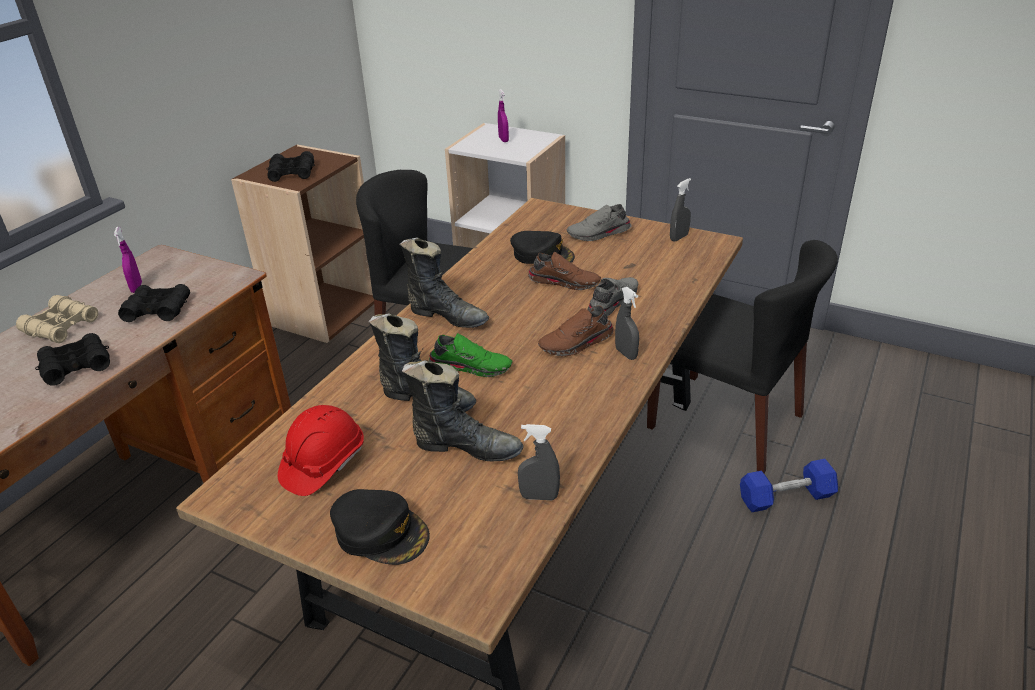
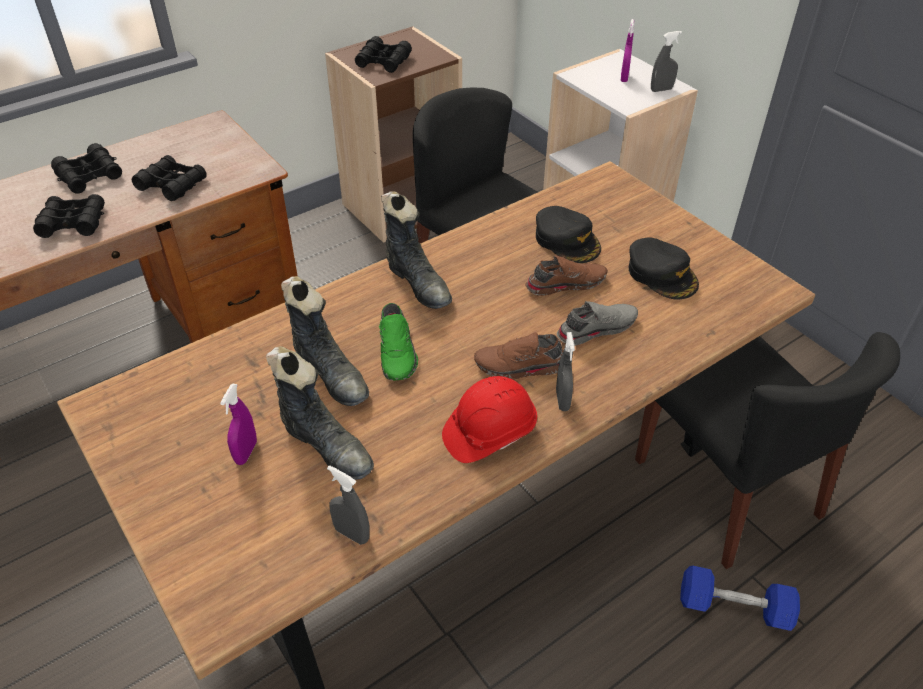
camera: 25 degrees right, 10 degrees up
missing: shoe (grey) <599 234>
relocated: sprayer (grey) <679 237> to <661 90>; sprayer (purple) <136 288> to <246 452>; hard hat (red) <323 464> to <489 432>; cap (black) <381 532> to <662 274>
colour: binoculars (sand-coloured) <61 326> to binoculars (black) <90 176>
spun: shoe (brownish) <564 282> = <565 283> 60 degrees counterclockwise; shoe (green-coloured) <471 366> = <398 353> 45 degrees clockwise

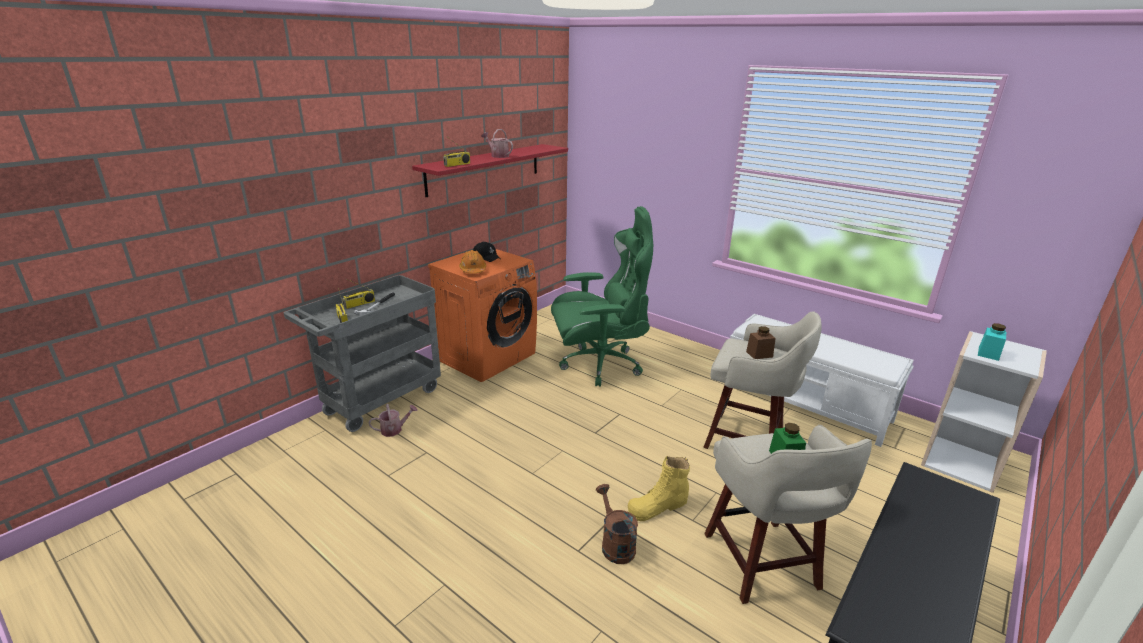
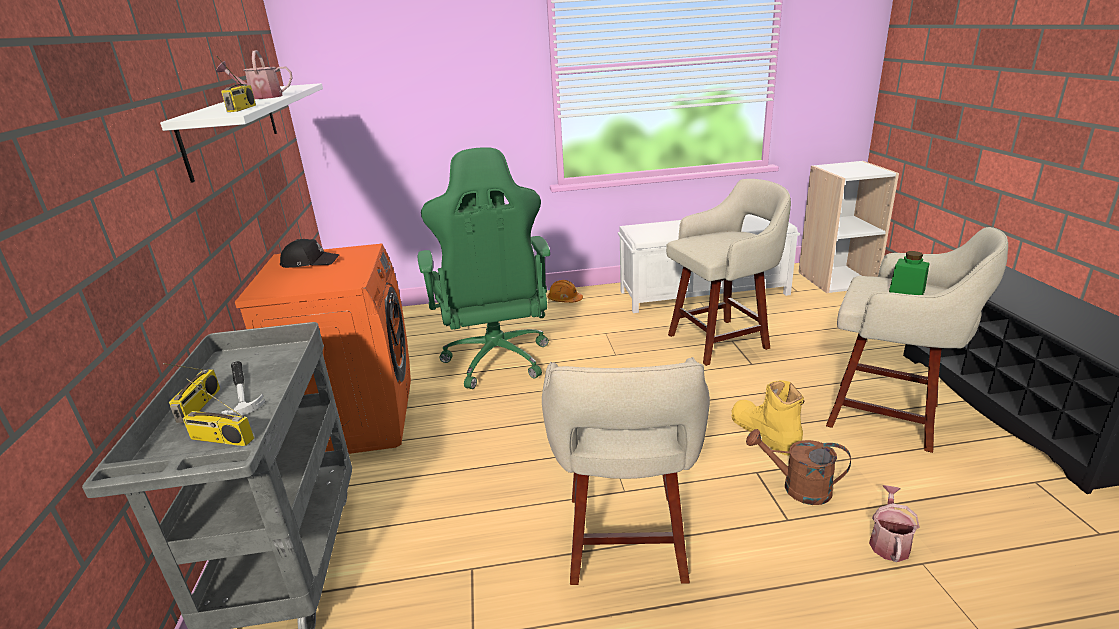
camera: 45 degrees left, 0 degrees up
missing: jar (blue-green) <988 353>; jar (brownish) <759 354>
appeared: stool seat (sand-coloured) <625 543>
relocated: hard hat (orangey) <473 270> to <564 300>; watering can <394 429> to <888 542>
colour: shelf (red) <485 169> to shelf (whitish) <233 127>
spun: computer chair (green-coloured) <596 366> = <495 357> 135 degrees clockwise; tall boot (yellow) <658 506> = <764 432> 135 degrees clockwise

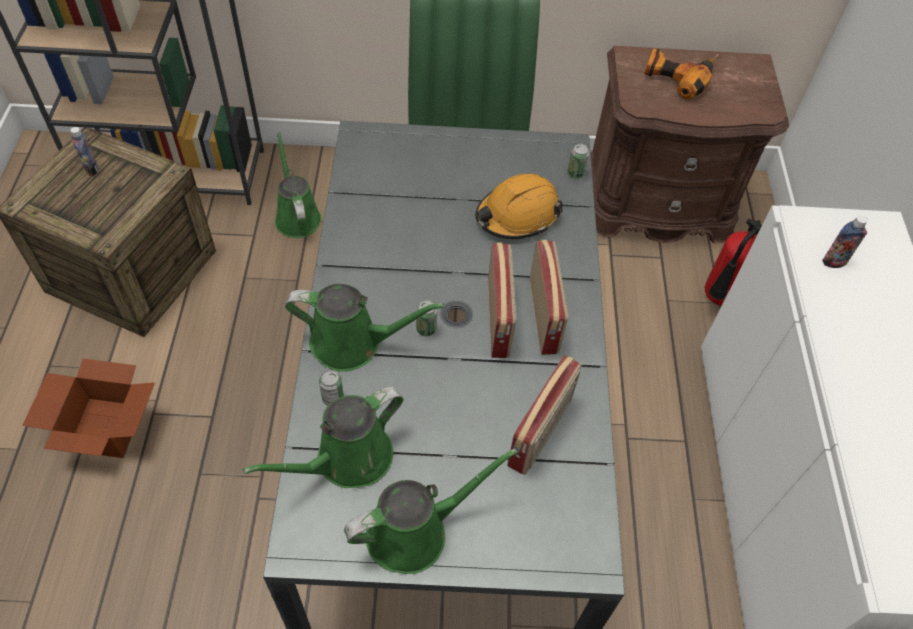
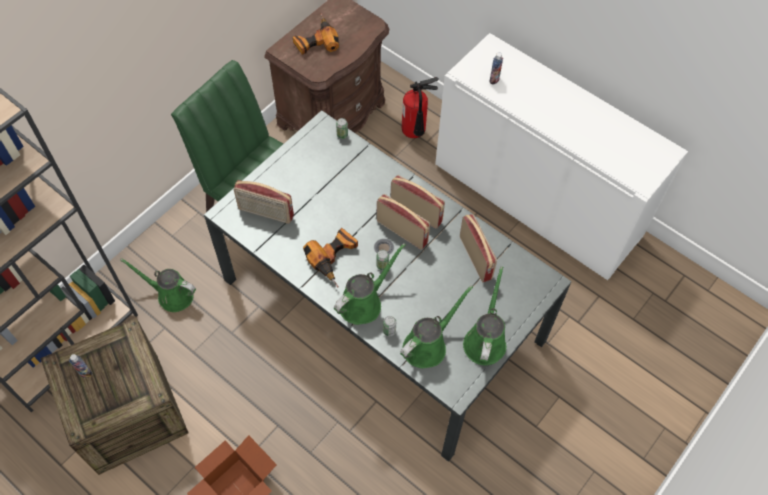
camera: 50 degrees left, 5 degrees up
missing: hard hat (orangey) <517 215>
appeared: radio set <265 213>; power drill <335 258>
spun: watering can (green-coloured) <347 459> = <428 345> 135 degrees counterclockwise

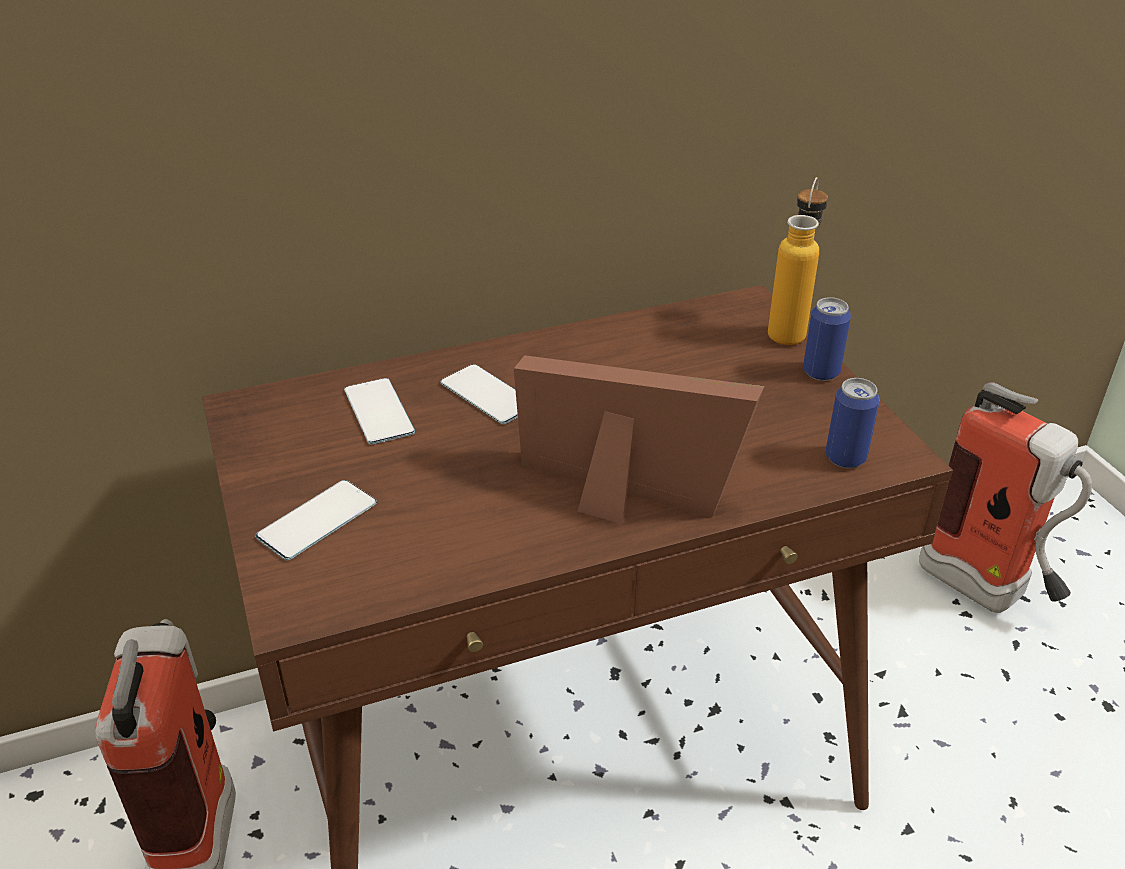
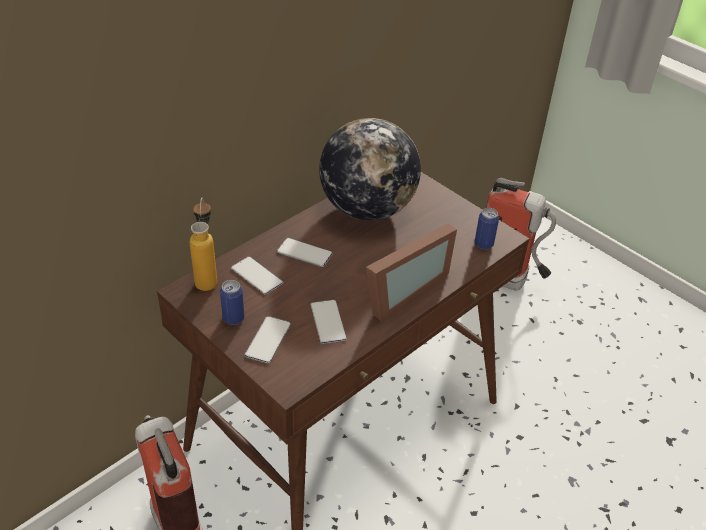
camera: 25 degrees left, 5 degrees up
appeared: world globe <367 209>; handset <328 322>
relocated: drink bottle <790 328> to <207 277>; metal can <821 372> to <233 318>
spun: standing frame <621 499> = <400 290> 135 degrees clockwise

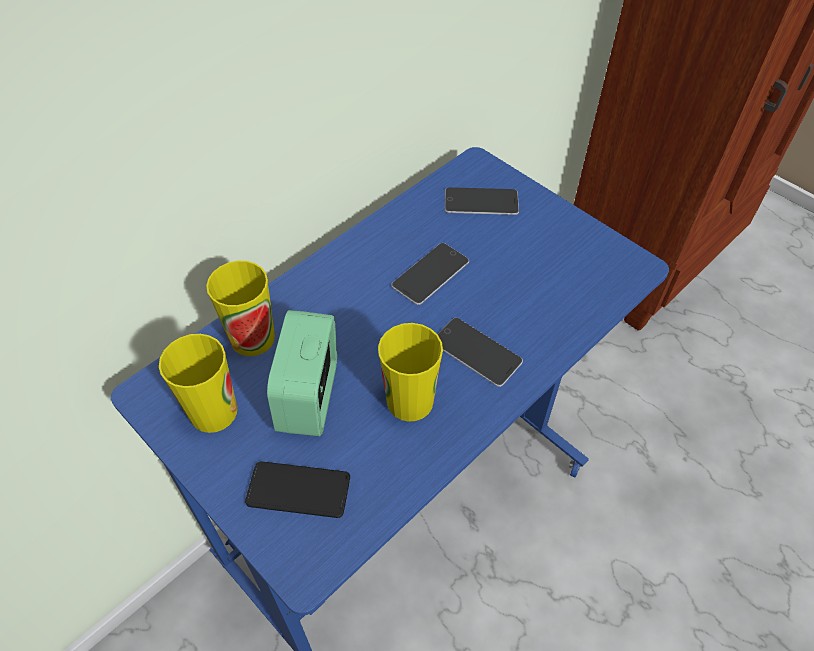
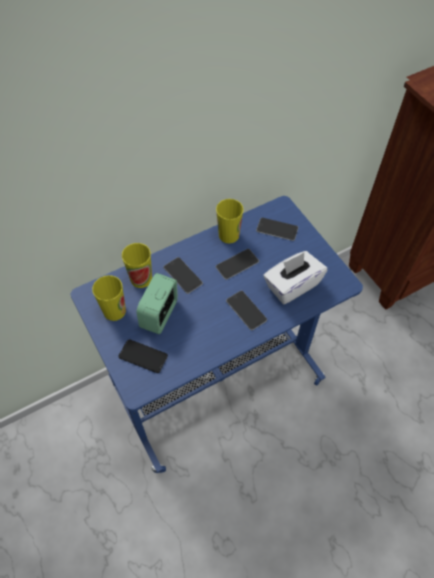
camera: 15 degrees right, 5 degrees up
appeared: box of tissues (whitish) <292 285>; handset <182 275>
relocated: small cup <410 401> to <229 235>

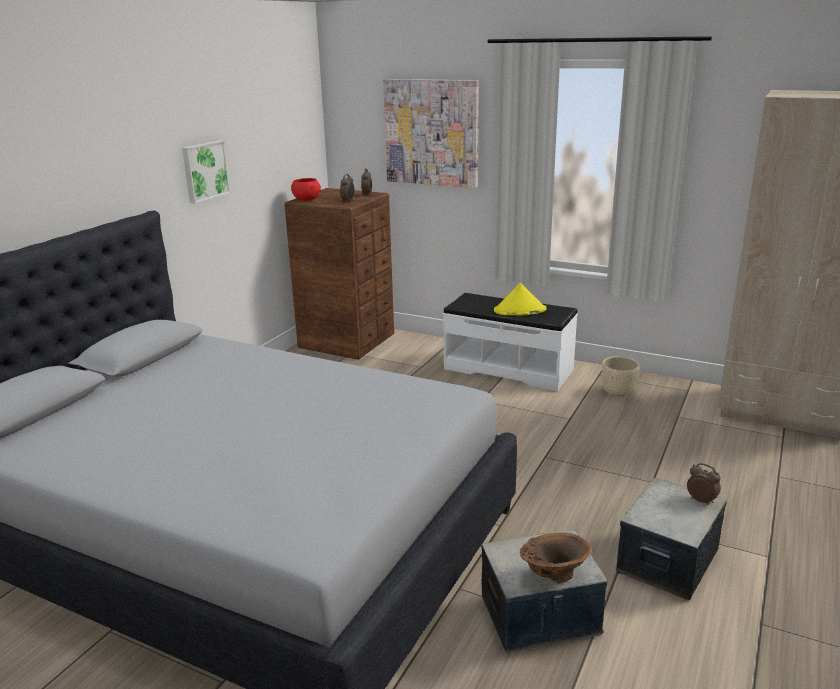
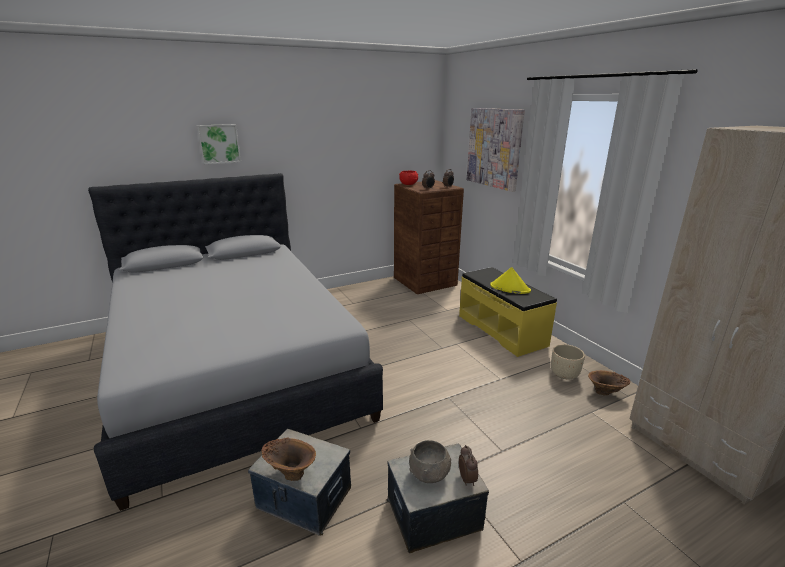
camera: 35 degrees right, 0 degrees up
appeared: vase (brownish) <605 393>; bowl (grey) <429 473>
relocated: picture <204 171> to <219 144>
colour: bench (whitish) <508 369> to bench (yellow) <502 330>

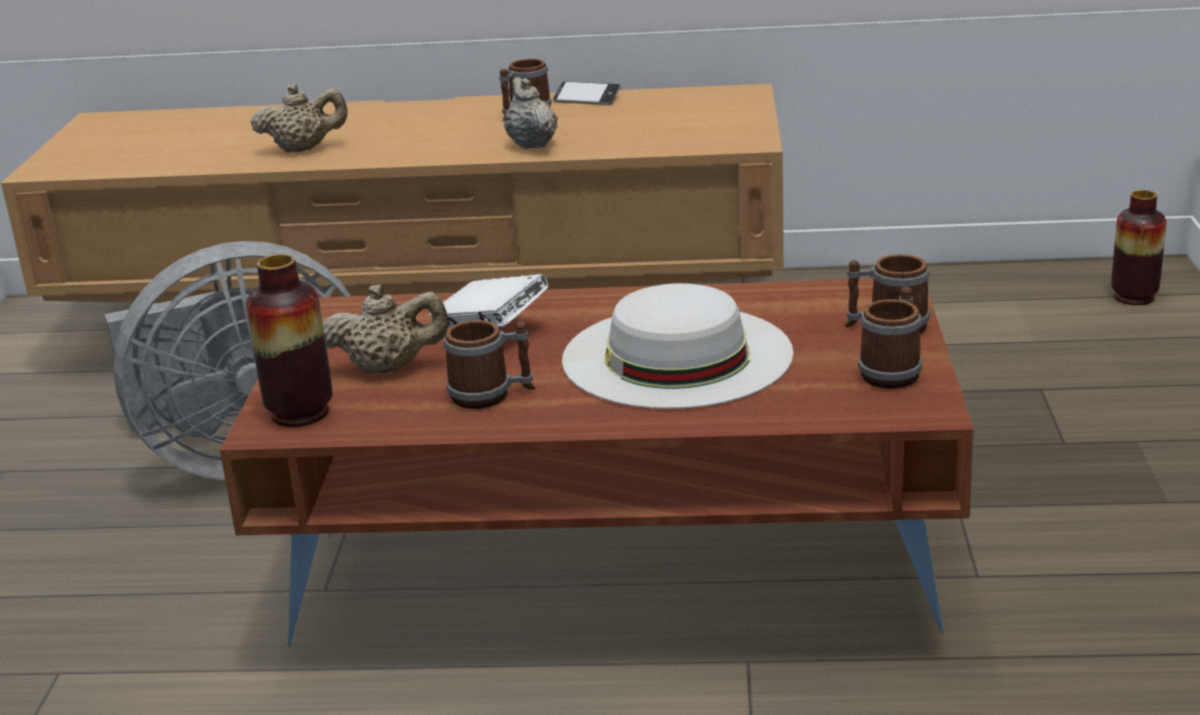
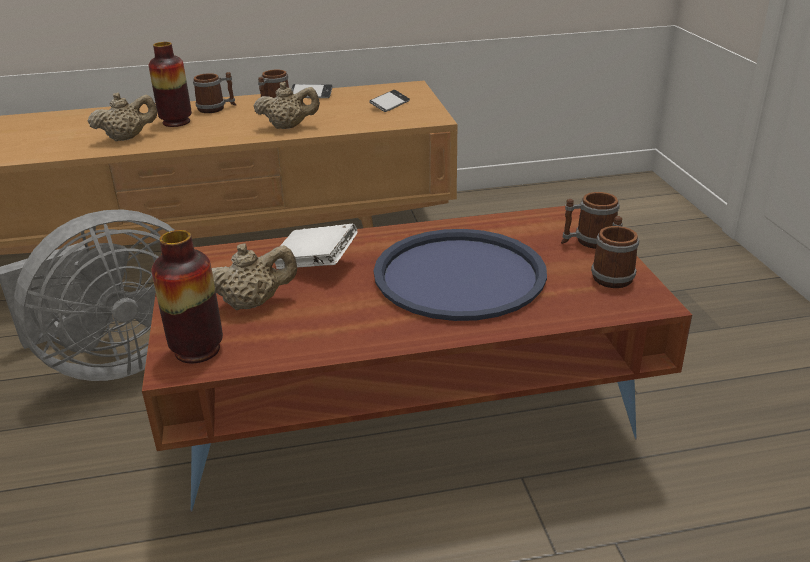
camera: 15 degrees left, 5 degrees up
appeared: handset <389 105>
relocated: vase <1134 297> to <176 122>; coffee mug <491 395> to <216 108>
exchanged: wearable hat (whitish) <677 356> to carrying tray (blue-coloured) <459 275>
spun: tea pot (sand-coloured) <531 144> = <289 127> 120 degrees clockwise

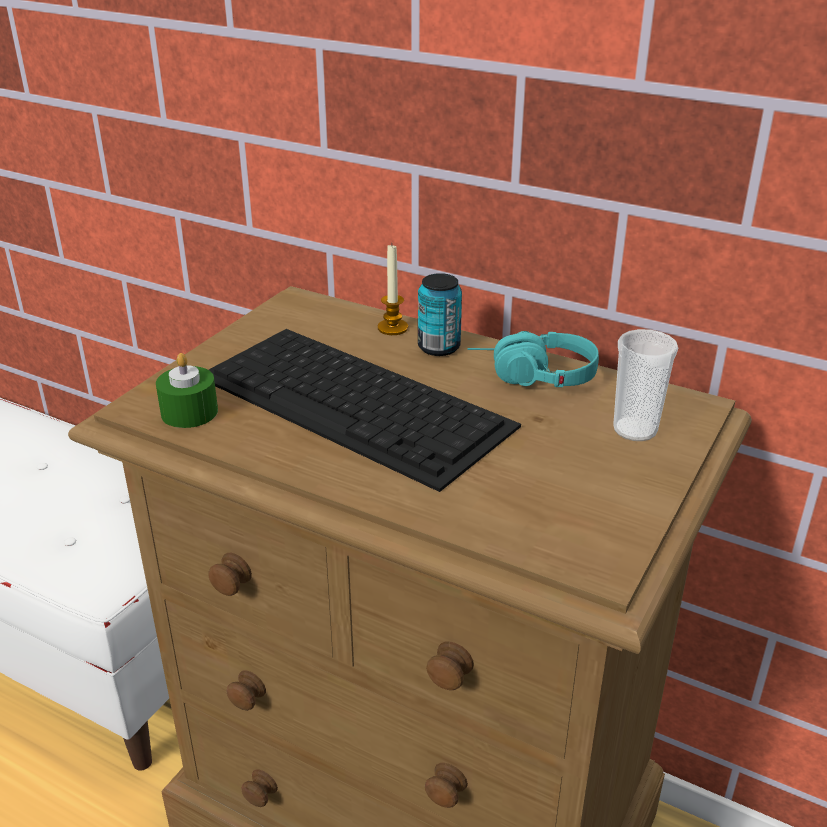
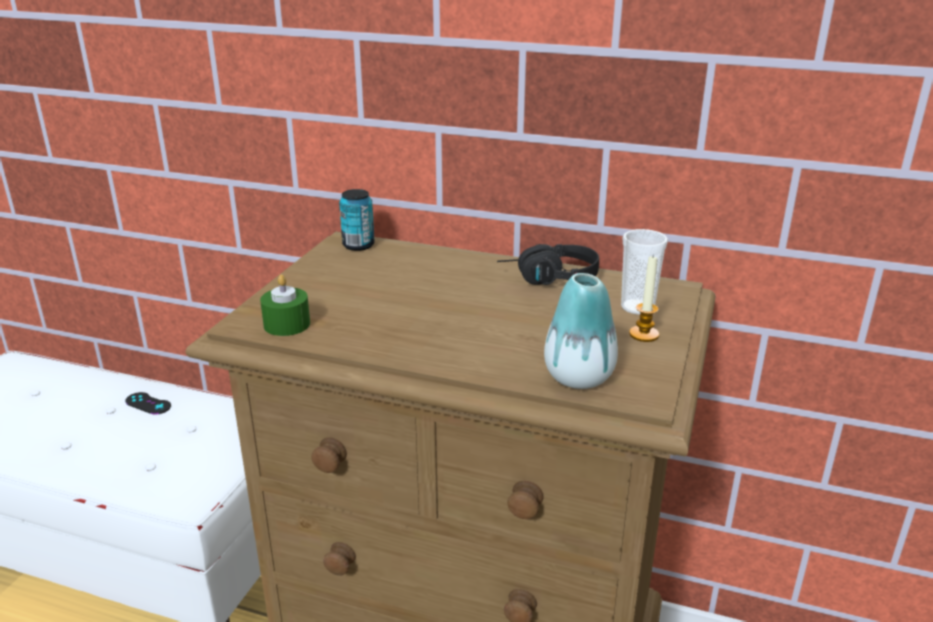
camera: 10 degrees left, 5 degrees down
missing: computer keyboard <356 402>
appeared: vase <578 377>; gamepad (black) <148 403>
relocated: candle <392 328> to <644 334>; metal can <439 347> to <358 245>
colour: pair of headphones (blue-green) <531 377> to pair of headphones (black) <548 279>

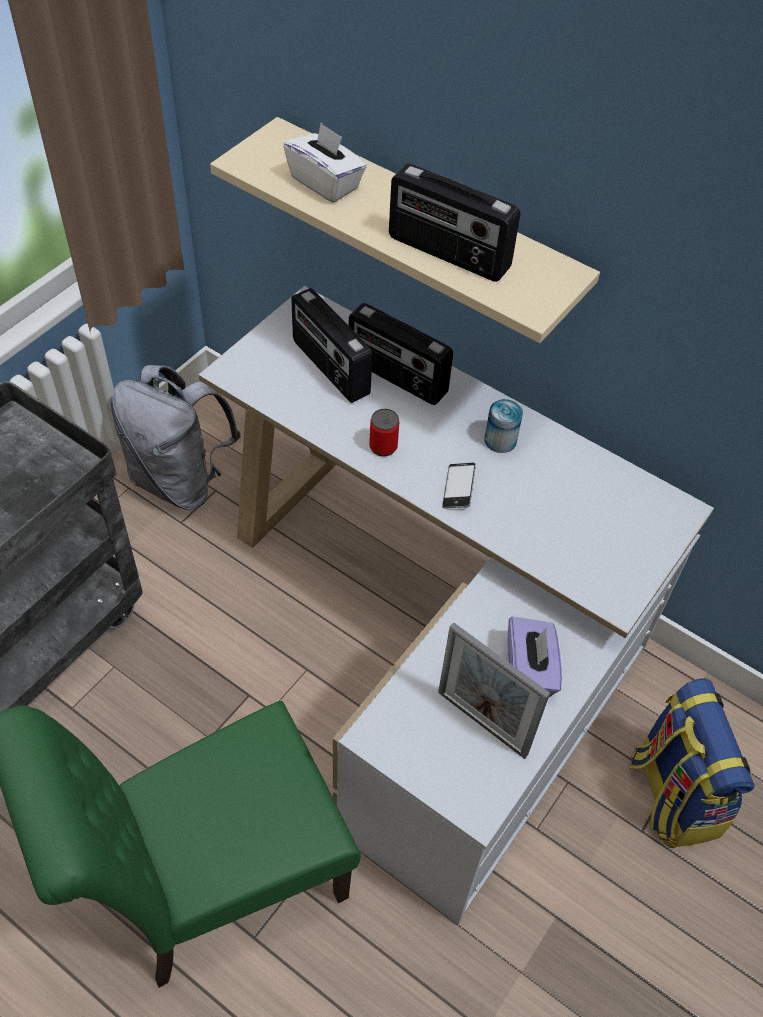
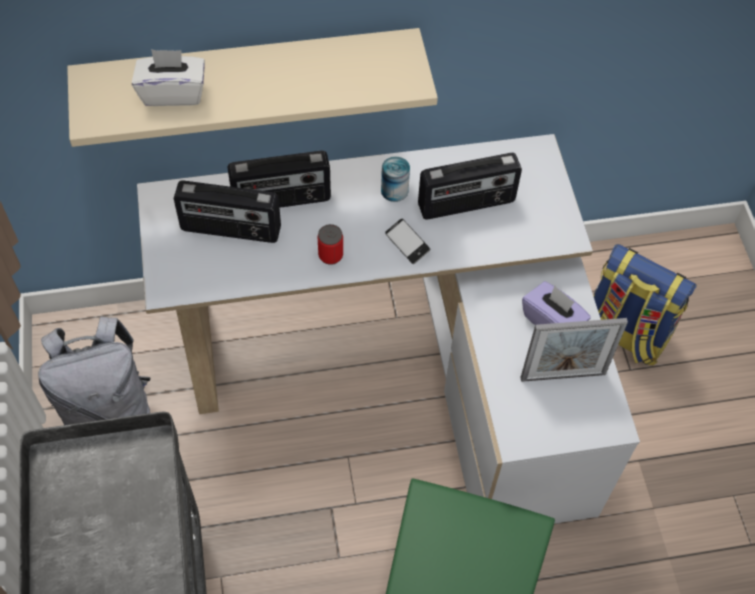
camera: 45 degrees left, 5 degrees up
relocated: radio set <448 254> to <466 204>

